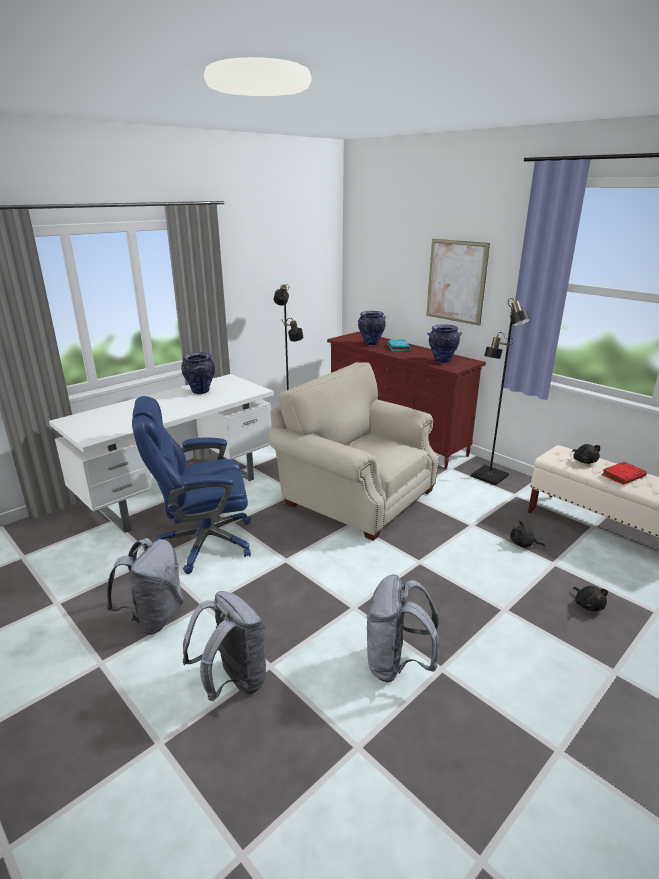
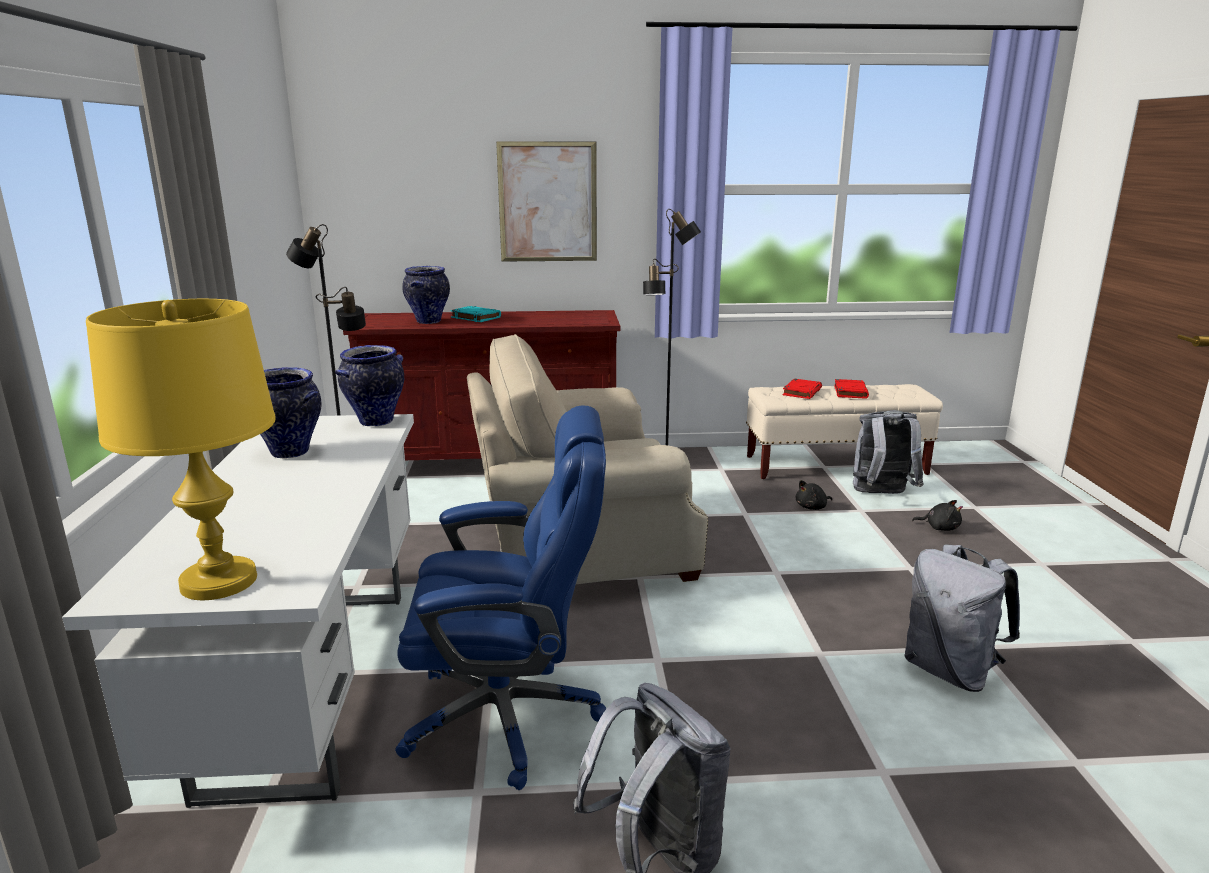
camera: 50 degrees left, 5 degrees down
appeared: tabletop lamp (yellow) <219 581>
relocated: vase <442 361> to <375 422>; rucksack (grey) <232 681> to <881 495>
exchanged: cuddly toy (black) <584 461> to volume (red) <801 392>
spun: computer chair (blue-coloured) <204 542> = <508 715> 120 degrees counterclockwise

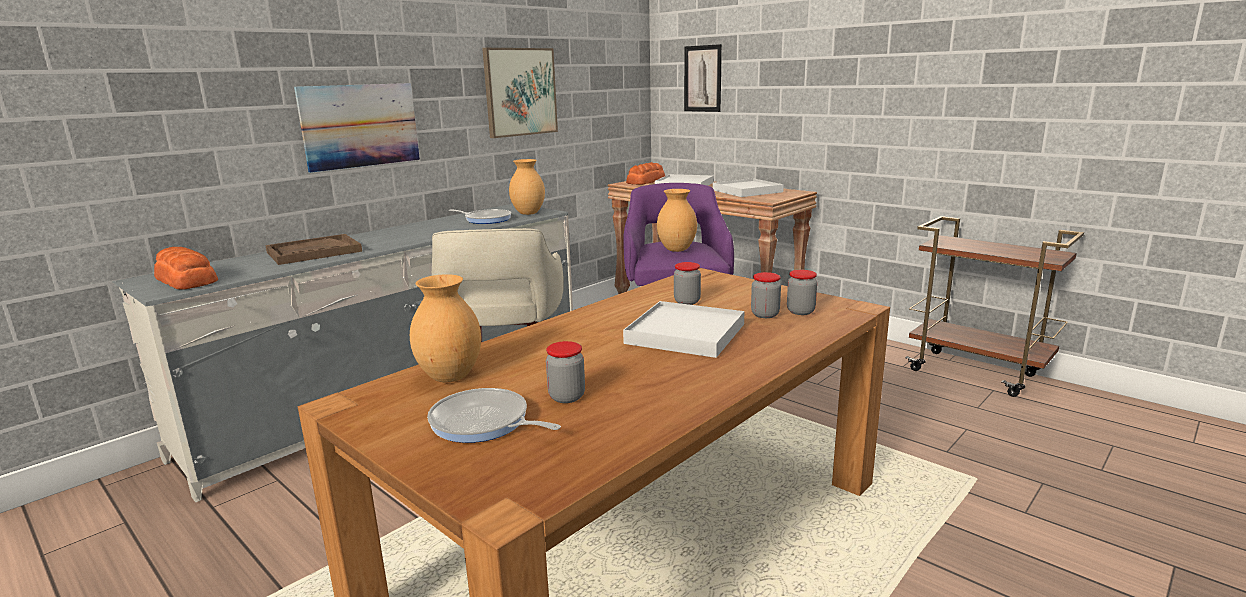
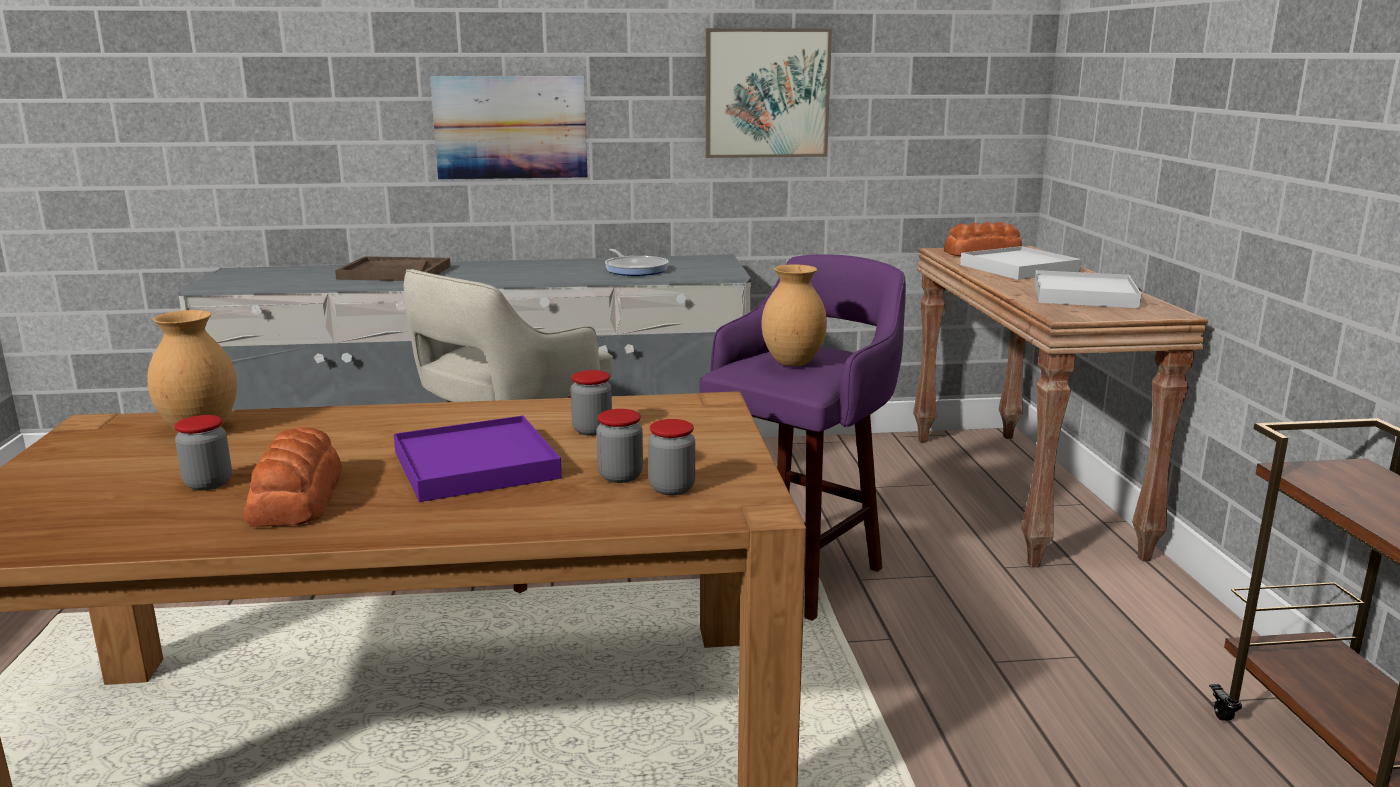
camera: 40 degrees right, 0 degrees up
missing: picture <702 78>; vase (brownish) <529 213>; skillet <483 423>
relocated: bakery bread <186 280> to <298 496>
colour: carrying tray (whitish) <685 334> to carrying tray (purple) <475 465>

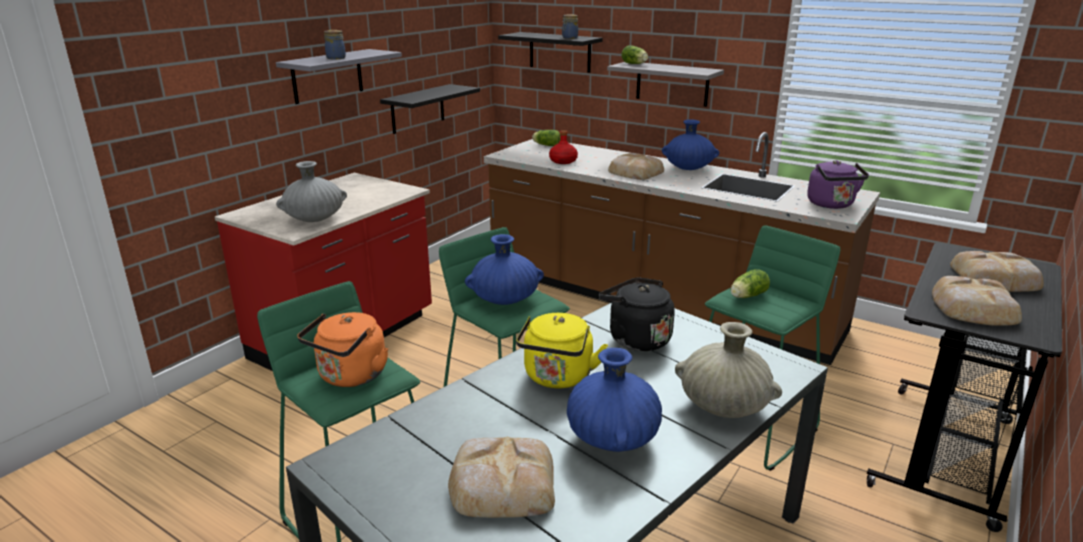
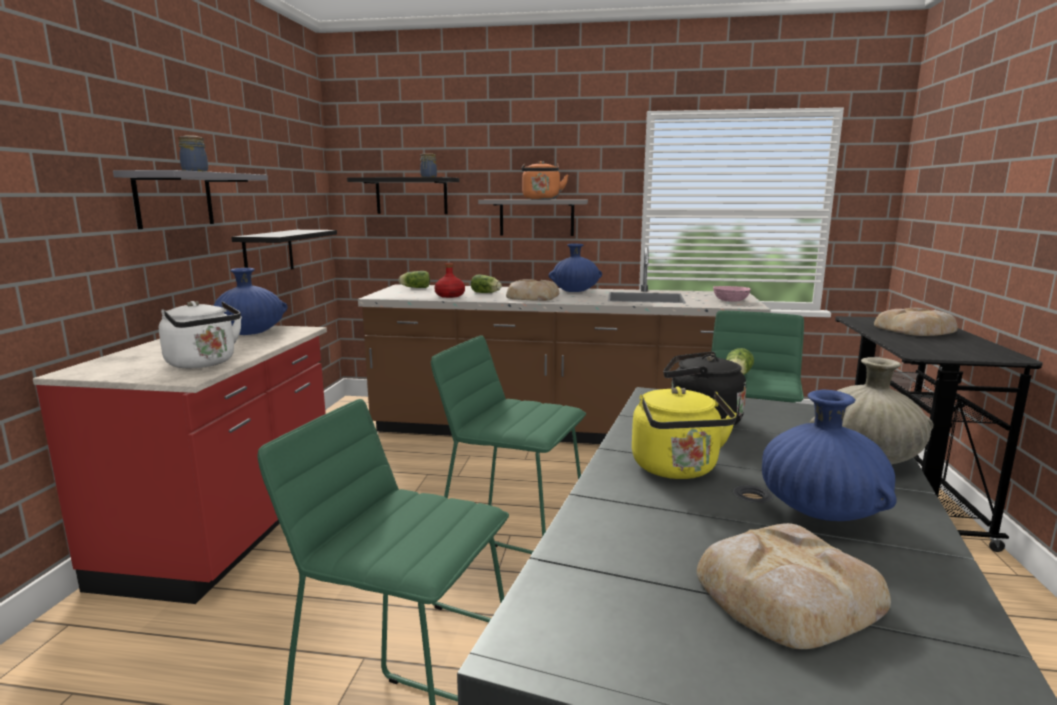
camera: 25 degrees left, 10 degrees down
missing: bakery bread <973 308>
relocated: lettuce <635 64> to <486 293>; vase (blue-coloured) <505 300> to <251 333>; kettle (orangey) <350 377> to <541 199>
exchanged: kettle (purple) <832 205> to bowl (pink) <730 301>; vase (grey) <315 219> to kettle (whitish) <204 363>

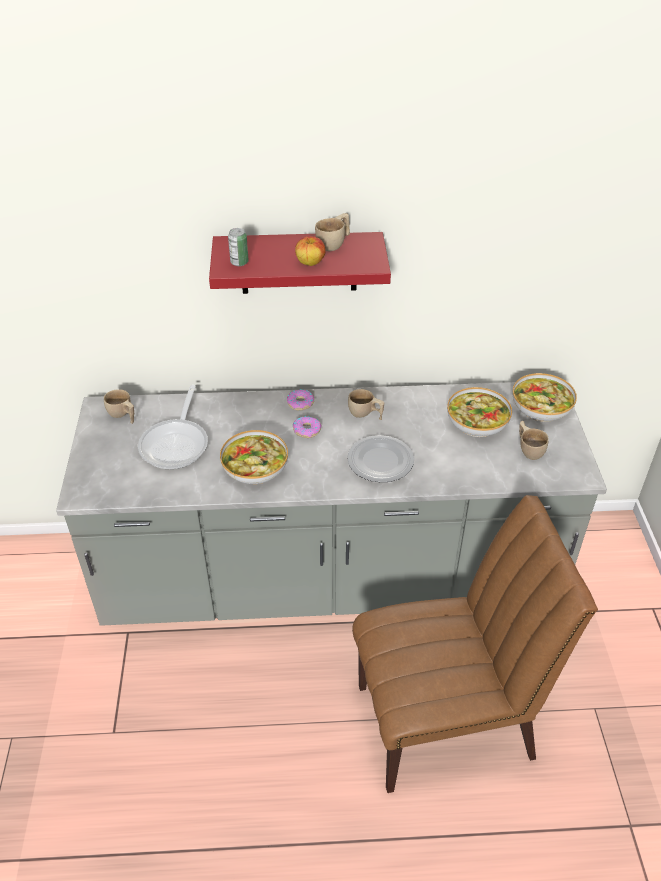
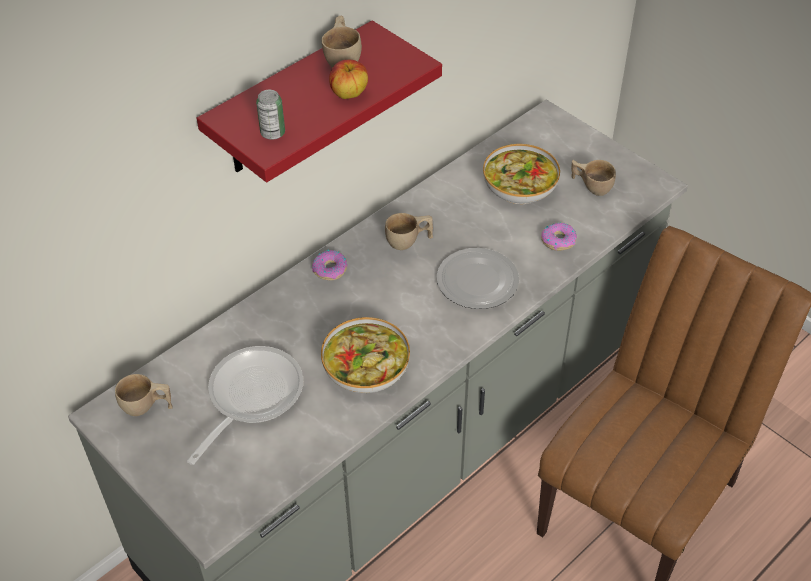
camera: 40 degrees left, 5 degrees up
missing: bowl <541 407>
relocated: doughnut <307 430> to <558 240>
spun: skillet <176 443> = <250 397> 120 degrees counterclockwise

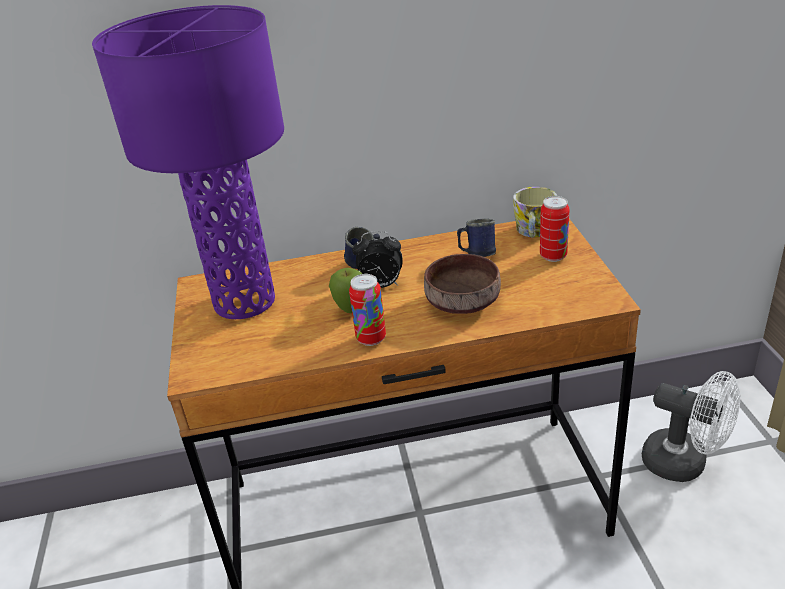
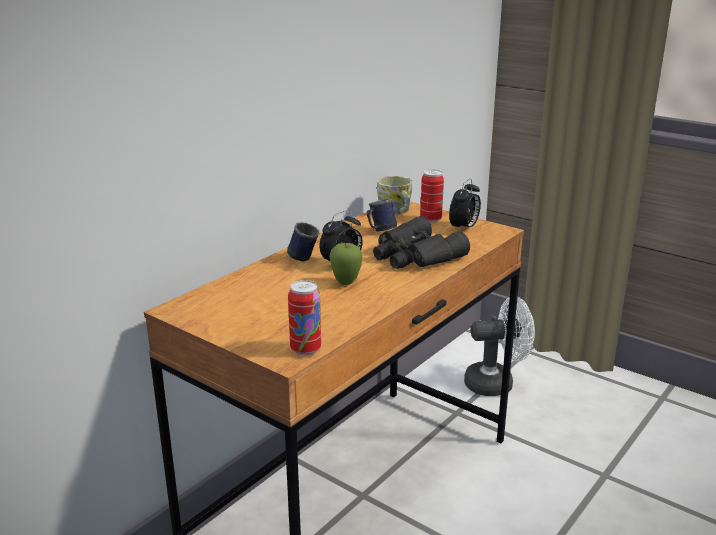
camera: 45 degrees left, 10 degrees down
missing: tabletop lamp (purple) <243 302>
appeared: alarm clock <464 228>
relocated: metal can <371 338> to <305 349>
exchanged: bowl (brownish) <461 301> to binoculars (black) <414 256>

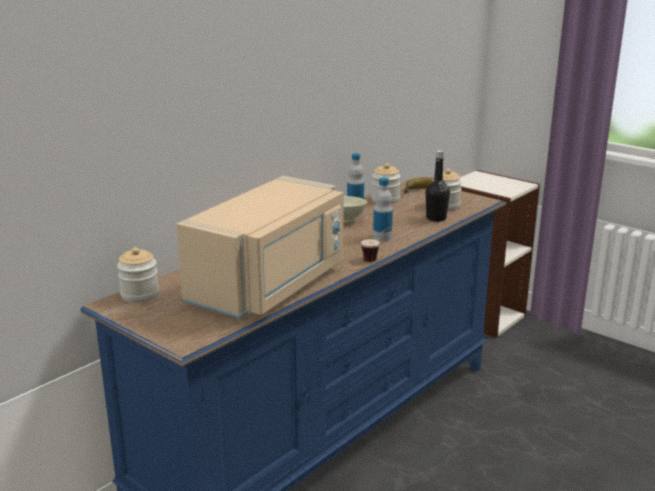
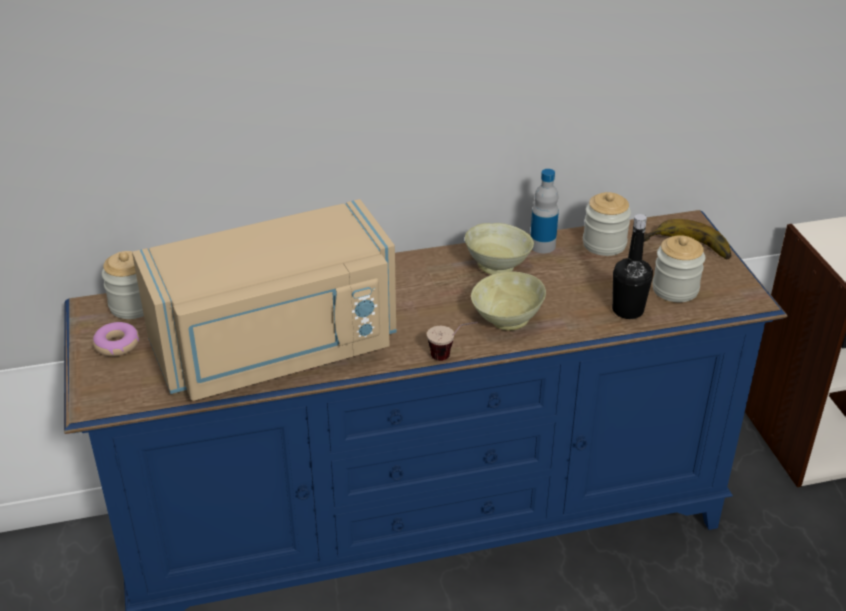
camera: 35 degrees right, 15 degrees up
appeared: doughnut <117 345>
exchanged: drink bottle <382 237> to bowl (sand-coloured) <506 320>

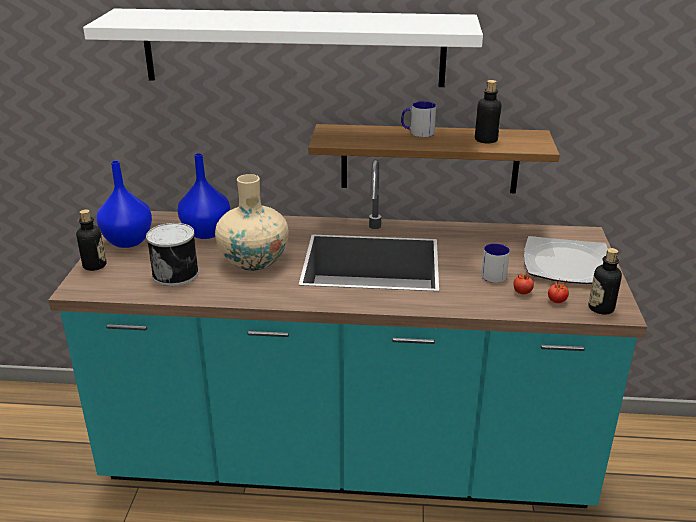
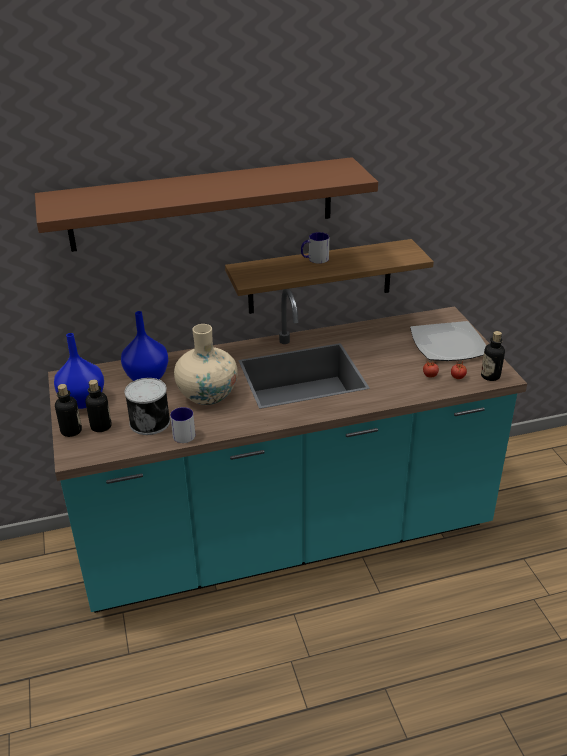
camera: 20 degrees left, 5 degrees up
relocated: drink bottle <486 140> to <101 426>; coffee mug <494 273> to <184 433>
colour: shelf (whitish) <293 48> to shelf (brownish) <203 204>

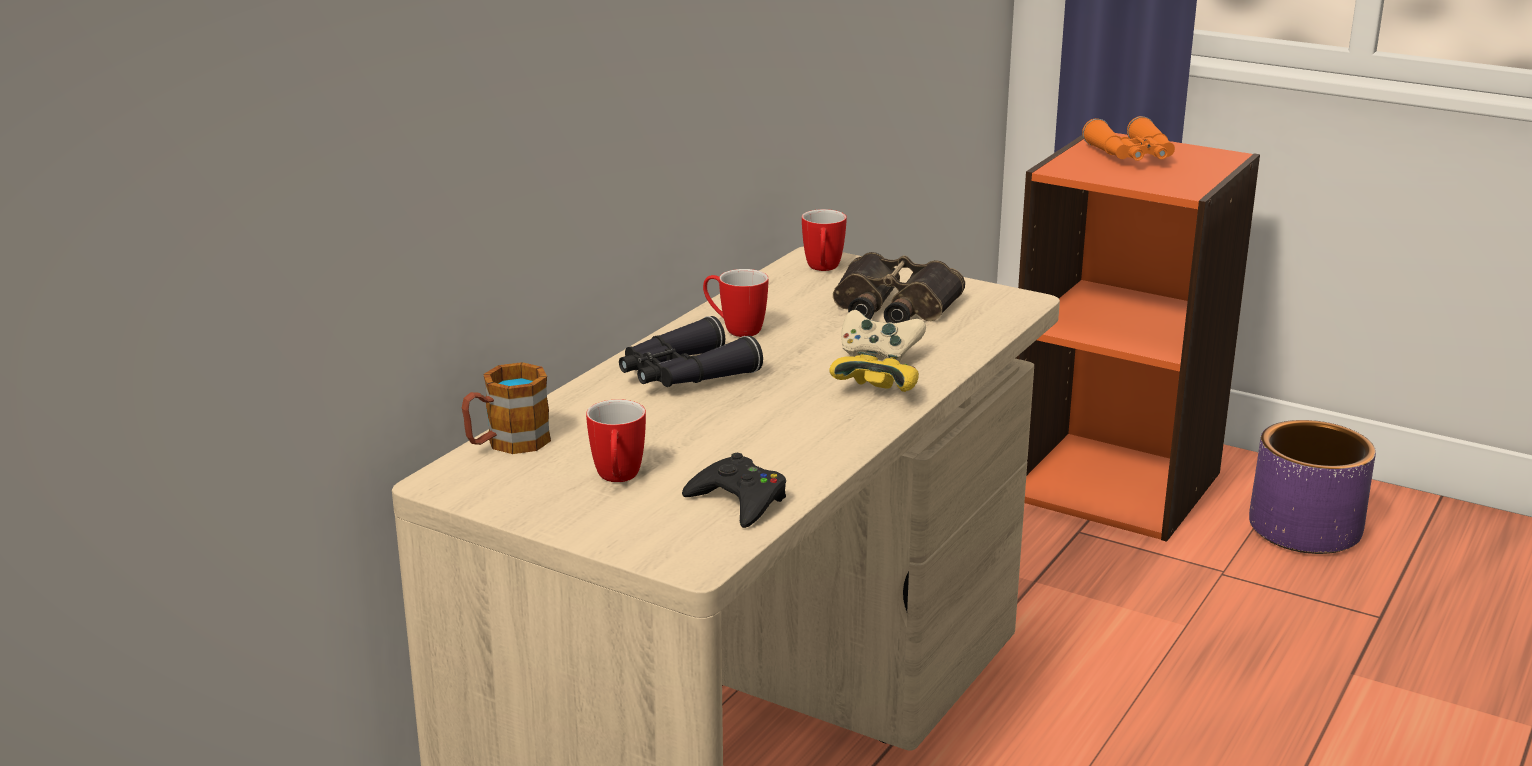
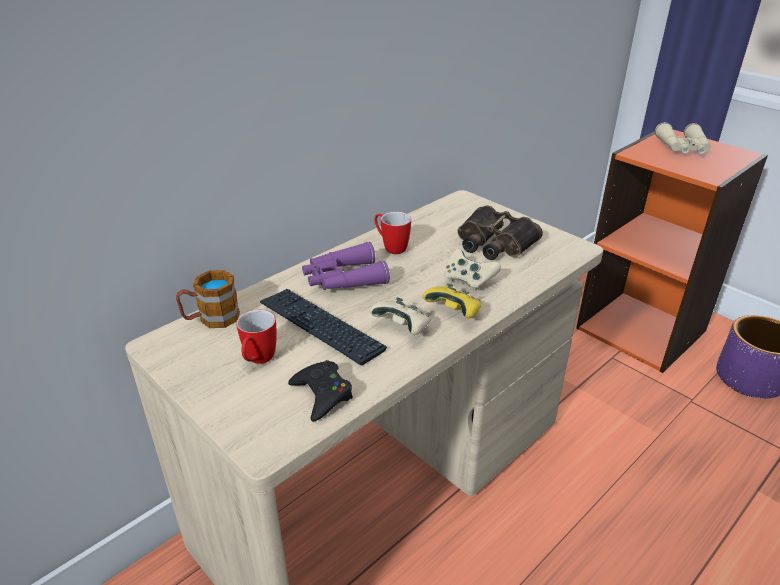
camera: 15 degrees right, 10 degrees up
missing: coffee mug <823 269>
appeared: computer keyboard <320 327>; gamepad (sand-coloured) <403 328>
colour: binoculars (orangey) <1132 156> to binoculars (sand-coloured) <683 148>; binoculars (black) <684 375> to binoculars (purple) <343 279>

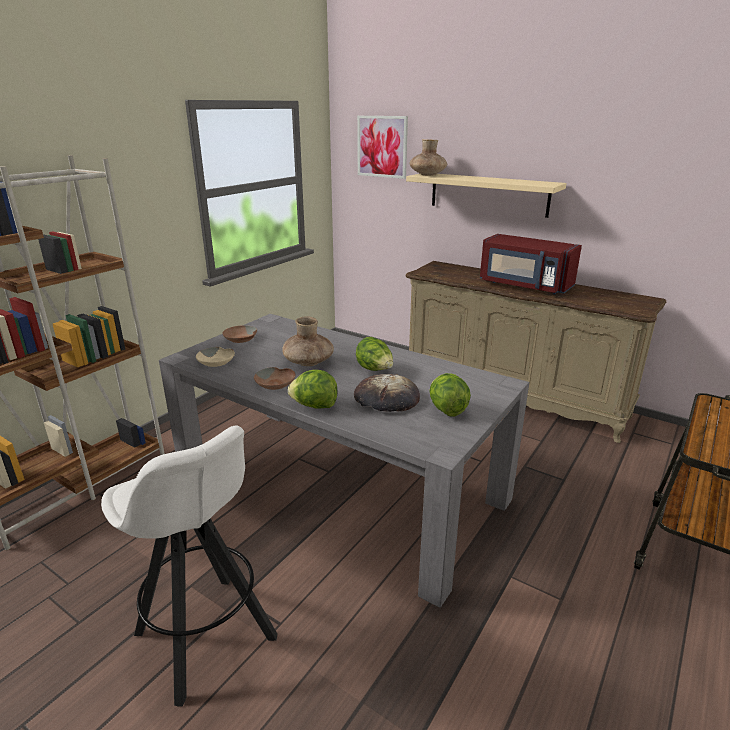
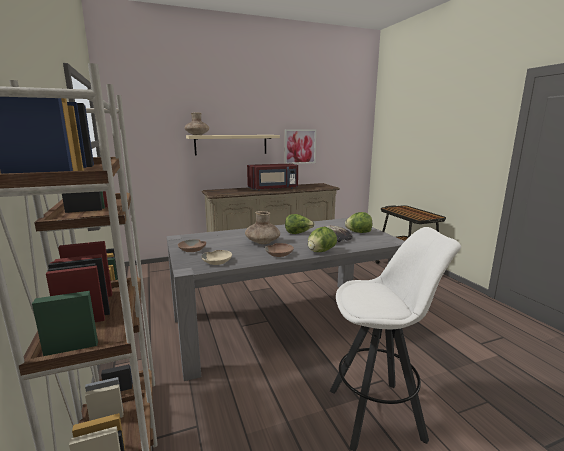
camera: 55 degrees left, 10 degrees down
relocated: picture <382 146> to <300 146>

